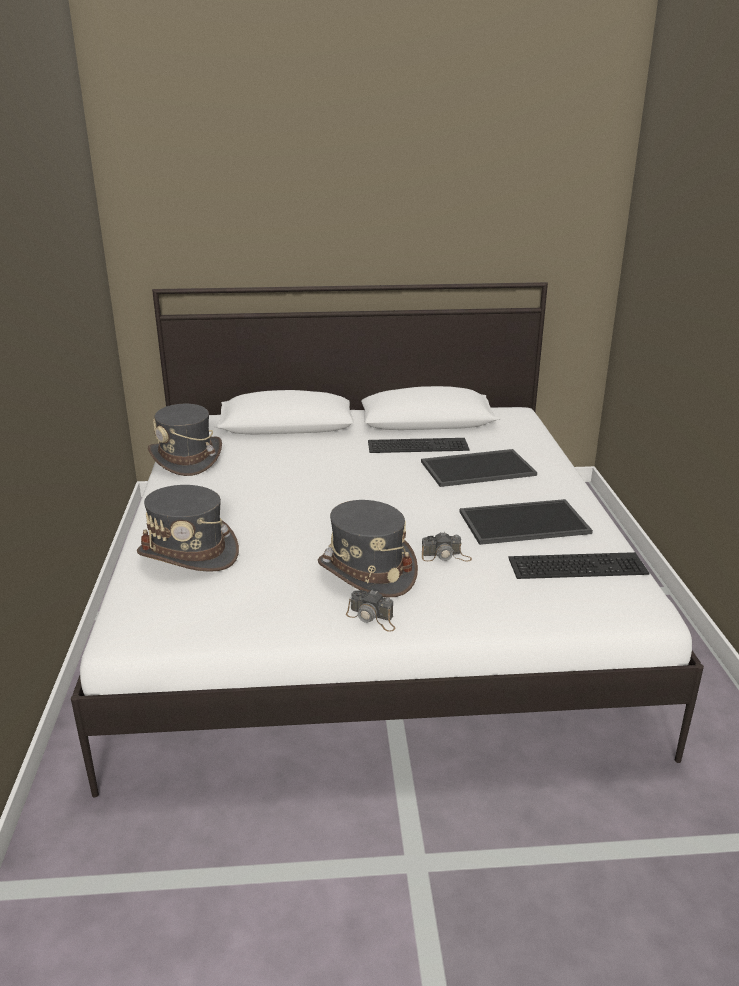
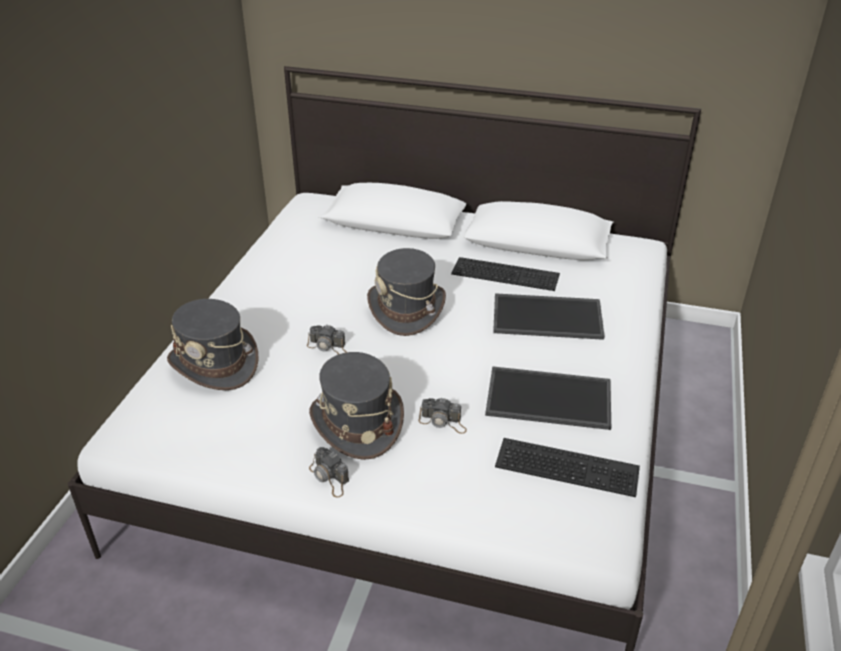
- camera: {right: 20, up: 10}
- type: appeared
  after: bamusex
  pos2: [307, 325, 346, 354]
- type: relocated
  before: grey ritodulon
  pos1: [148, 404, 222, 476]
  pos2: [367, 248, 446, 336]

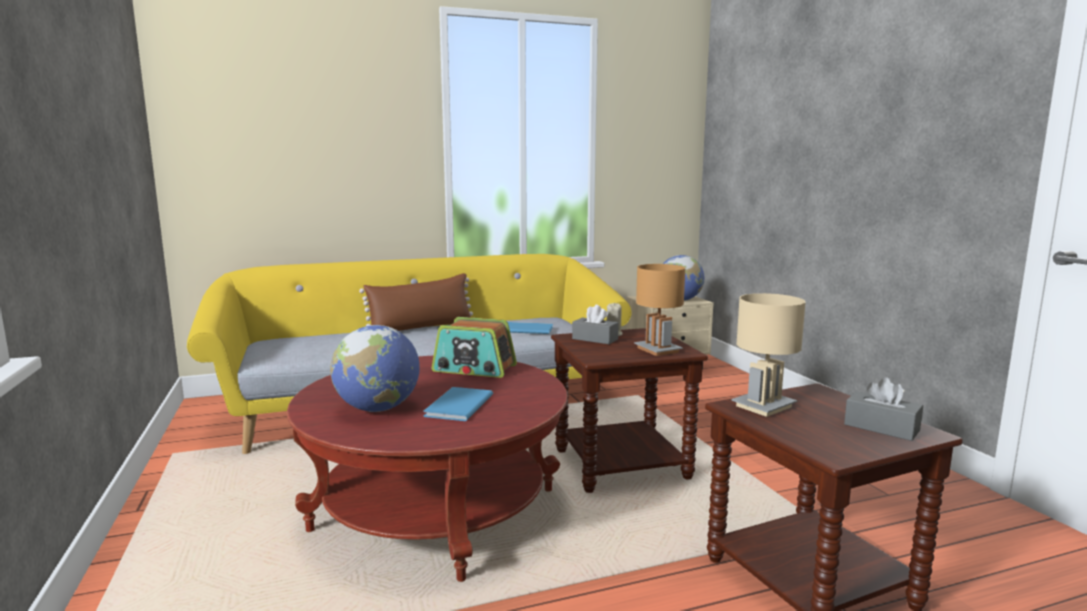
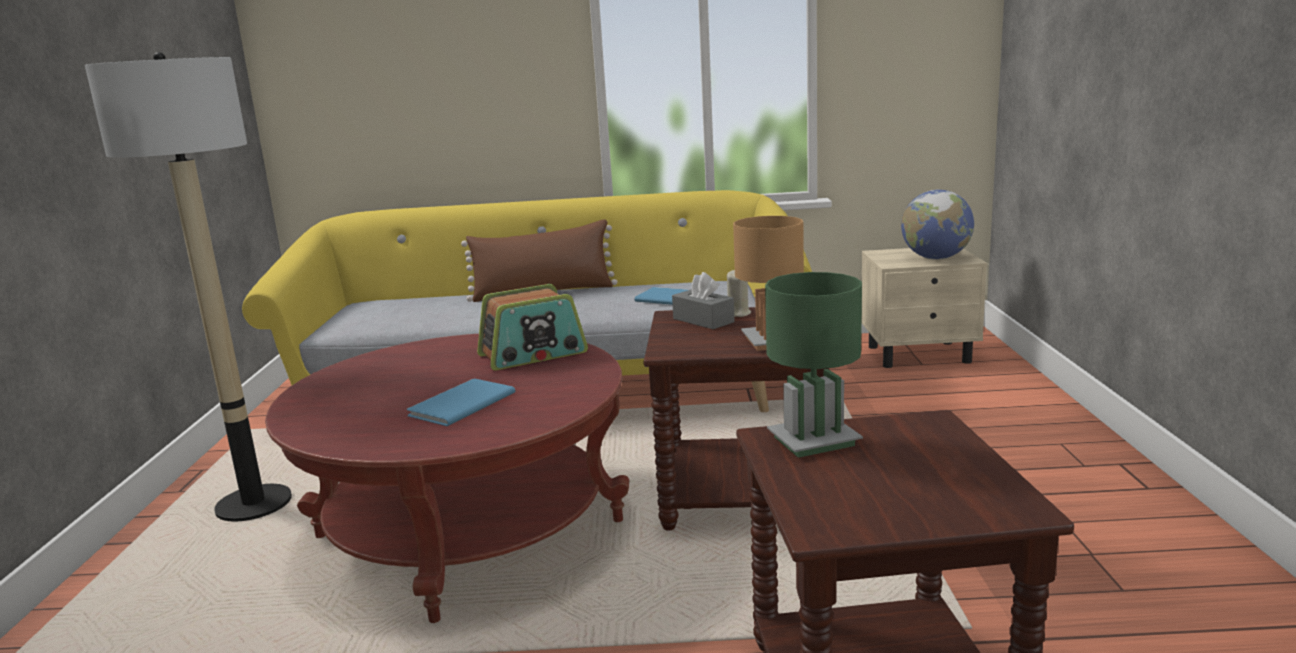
- camera: {right: 20, up: 5}
- type: appeared
  after: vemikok
  pos2: [85, 52, 292, 522]
- type: spun
  before: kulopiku
  pos1: [432, 317, 517, 378]
  pos2: [477, 284, 588, 370]
  turn: -60
- type: colour
  before: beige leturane
  after: green leturane
  pos1: [732, 293, 806, 417]
  pos2: [765, 272, 863, 458]
- type: missing
  before: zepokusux
  pos1: [330, 325, 420, 412]
- type: missing
  before: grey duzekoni
  pos1: [844, 377, 923, 441]

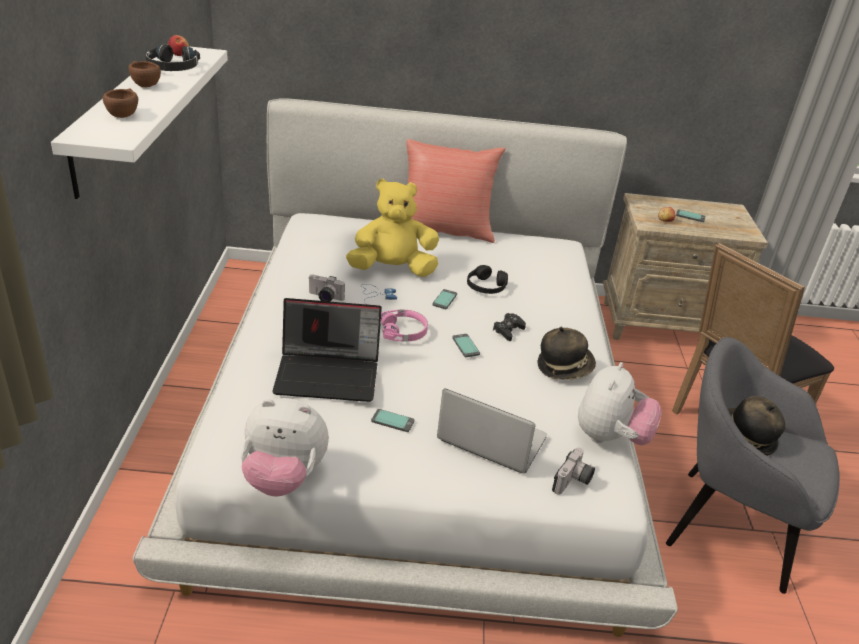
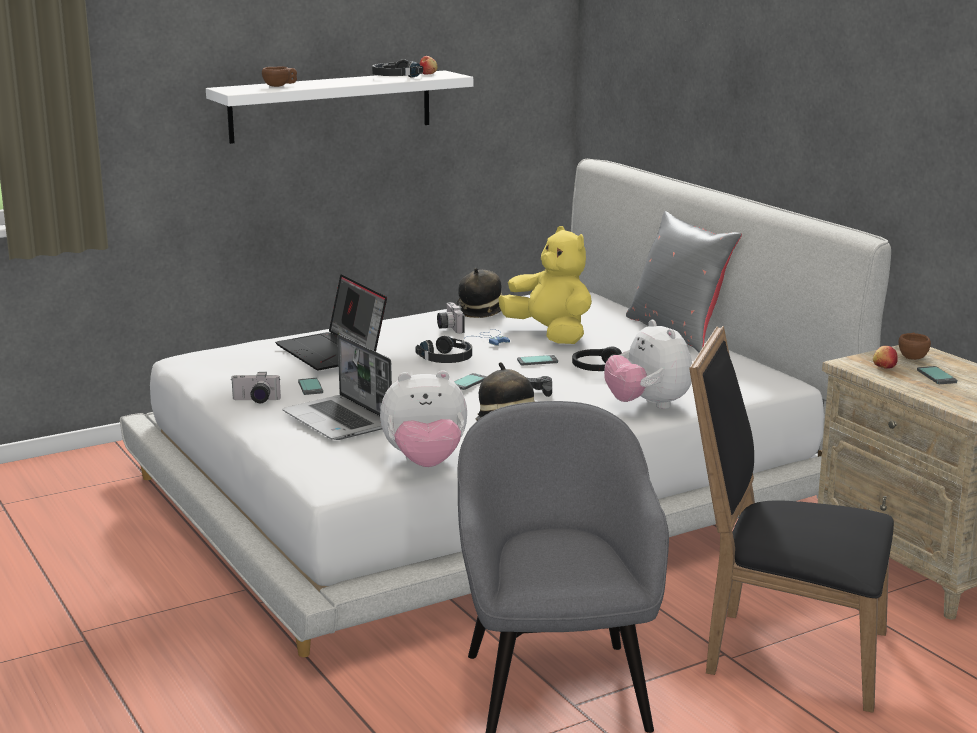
- camera: {right: 60, up: -15}
- type: relocated
  before: bamusex
  pos1: [552, 448, 595, 494]
  pos2: [230, 372, 281, 403]
- type: spun
  before: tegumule
  pos1: [437, 389, 547, 473]
  pos2: [282, 334, 392, 440]
  turn: 150
- type: colour
  before: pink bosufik
  after: black bosufik
  pos1: [381, 310, 428, 341]
  pos2: [415, 336, 472, 363]
- type: relocated
  before: ritodulon
  pos1: [728, 396, 785, 456]
  pos2: [456, 268, 502, 318]
- type: relocated
  before: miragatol
  pos1: [241, 398, 329, 497]
  pos2: [604, 320, 692, 409]
- type: colour
  before: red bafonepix
  after: grey bafonepix
  pos1: [406, 139, 506, 243]
  pos2: [626, 211, 742, 353]
- type: relocated
  before: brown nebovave
  pos1: [128, 61, 161, 87]
  pos2: [898, 332, 931, 360]

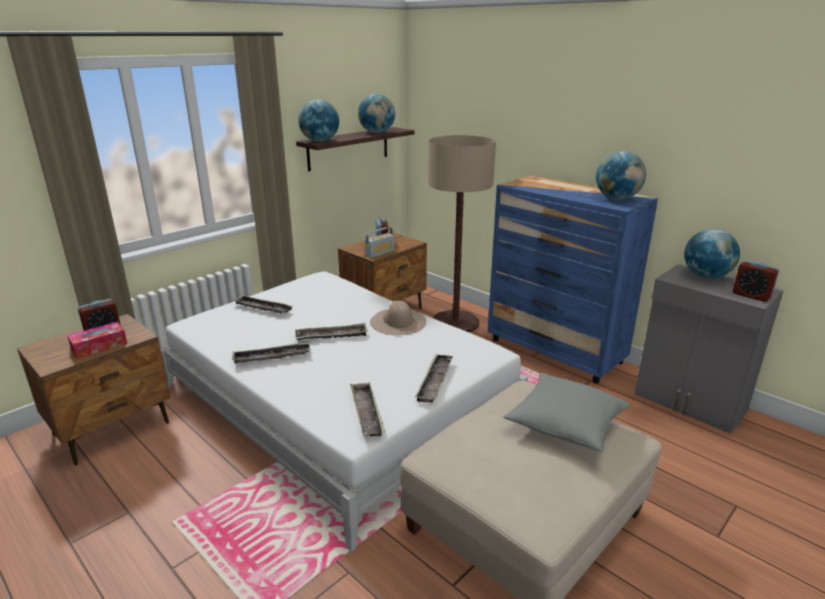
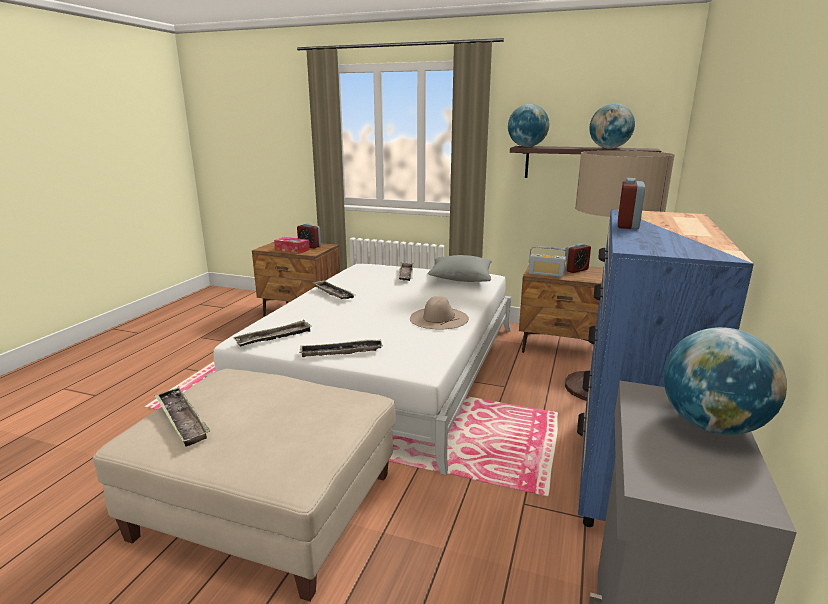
- camera: {right: 65, up: -5}
- type: relocated
  before: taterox
  pos1: [295, 323, 368, 340]
  pos2: [155, 387, 211, 447]
- type: relocated
  before: grey bafonepix
  pos1: [503, 373, 630, 453]
  pos2: [428, 255, 492, 282]
- type: relocated
  before: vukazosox
  pos1: [732, 261, 779, 302]
  pos2: [618, 178, 645, 229]
- type: missing
  before: zepokusux
  pos1: [596, 151, 646, 200]

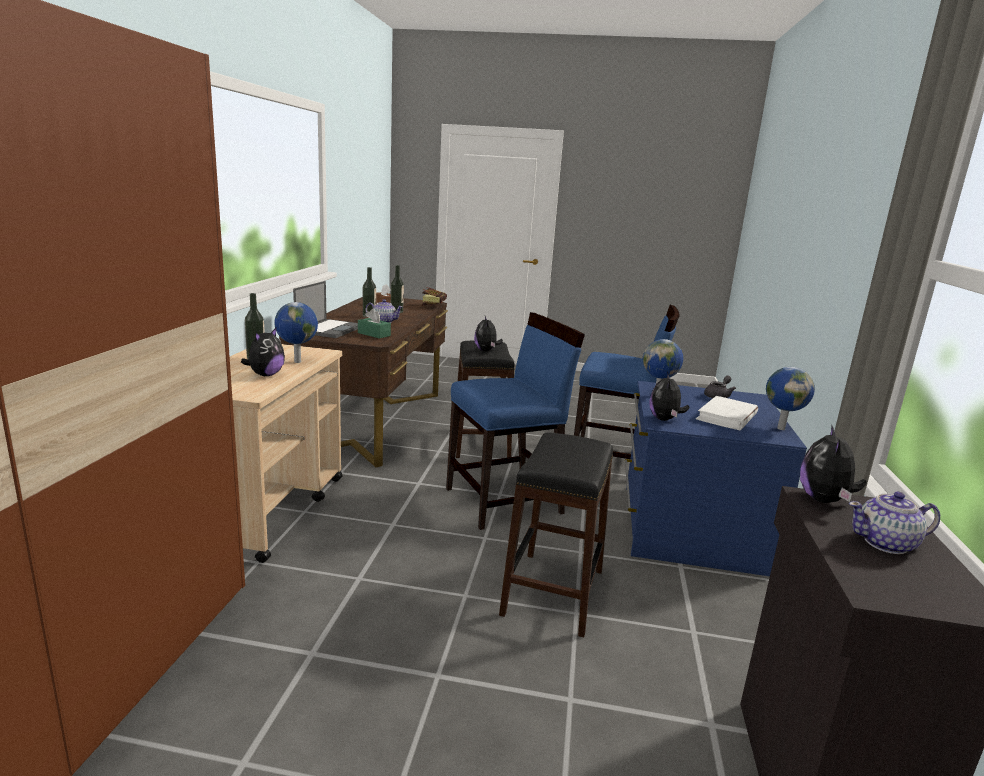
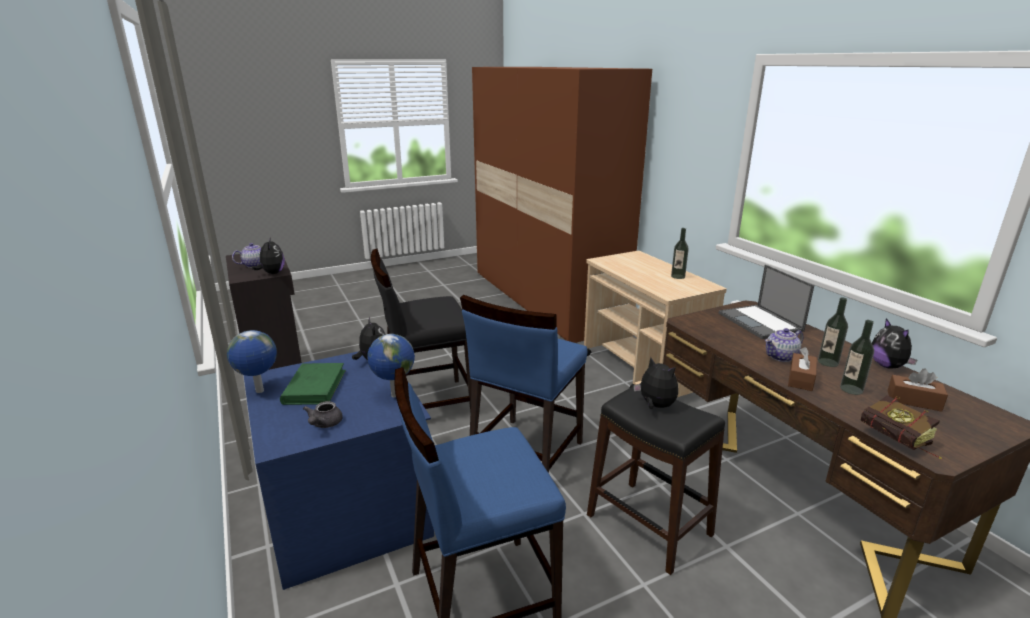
- camera: {right: 145, up: 5}
- type: colour
  before: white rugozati
  after: green rugozati
  pos1: [696, 396, 758, 430]
  pos2: [280, 363, 346, 405]
- type: exchanged
  before: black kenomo
  after: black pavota
  pos1: [499, 432, 613, 638]
  pos2: [371, 249, 472, 412]
- type: appeared
  after: brown duzekoni
  pos2: [788, 347, 817, 391]
- type: relocated
  before: miragatol
  pos1: [241, 328, 285, 376]
  pos2: [872, 318, 918, 369]
- type: missing
  before: zepokusux
  pos1: [274, 302, 318, 363]
- type: missing
  before: green duzekoni
  pos1: [358, 309, 391, 339]

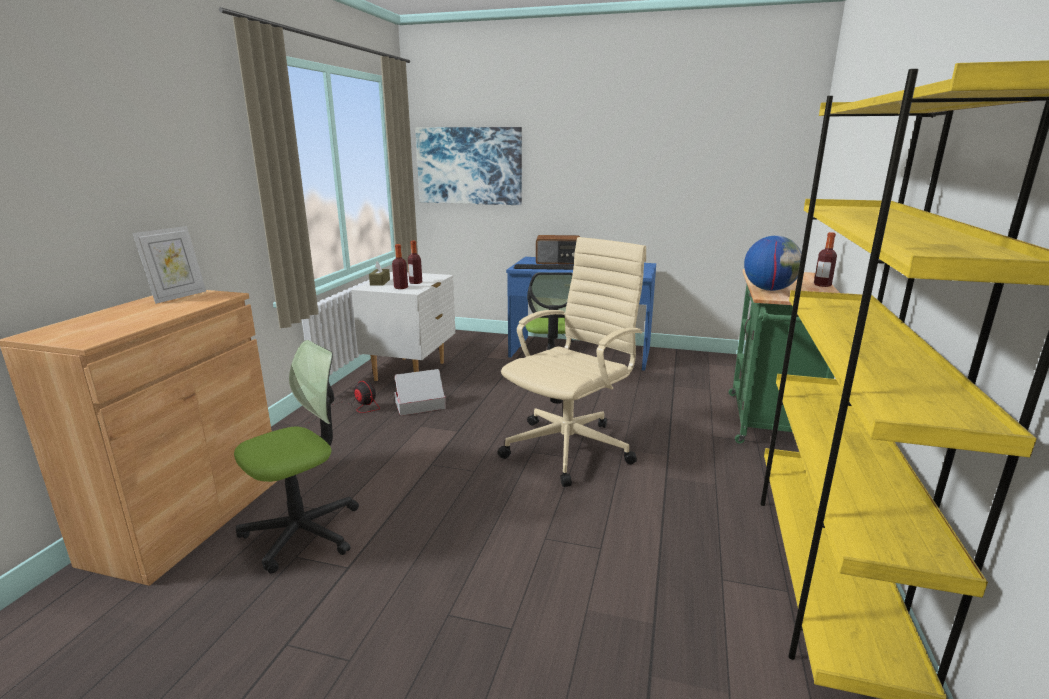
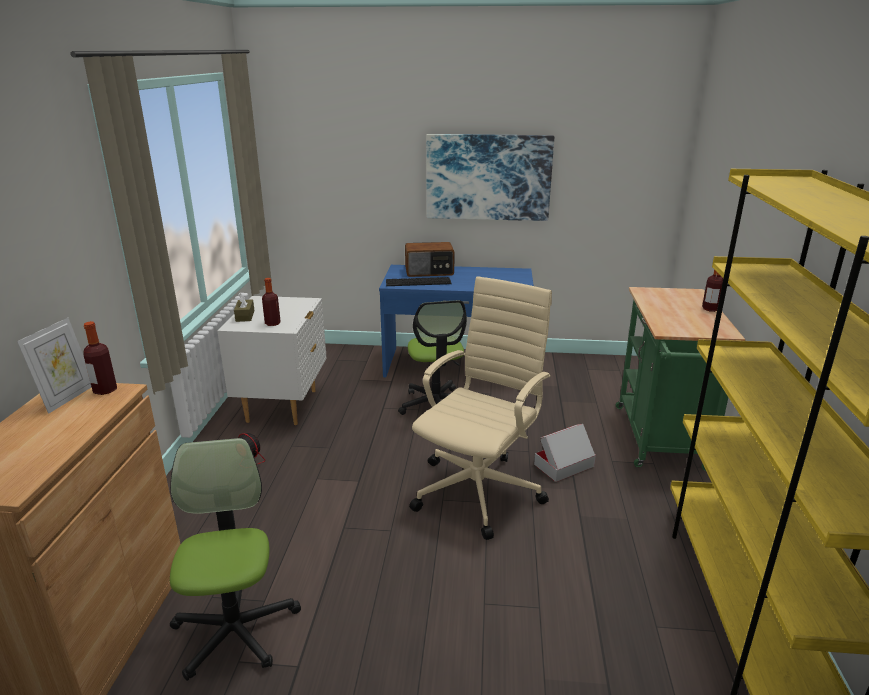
- camera: {right: -10, up: 5}
- type: relocated
  before: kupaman
  pos1: [408, 241, 422, 284]
  pos2: [84, 321, 117, 395]
- type: spun
  before: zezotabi
  pos1: [234, 340, 359, 573]
  pos2: [170, 438, 301, 681]
  turn: -45
- type: relocated
  before: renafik
  pos1: [415, 127, 522, 205]
  pos2: [426, 134, 554, 221]
- type: relocated
  before: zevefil
  pos1: [395, 369, 446, 416]
  pos2: [534, 424, 596, 482]
- type: missing
  before: zepokusux
  pos1: [744, 236, 802, 291]

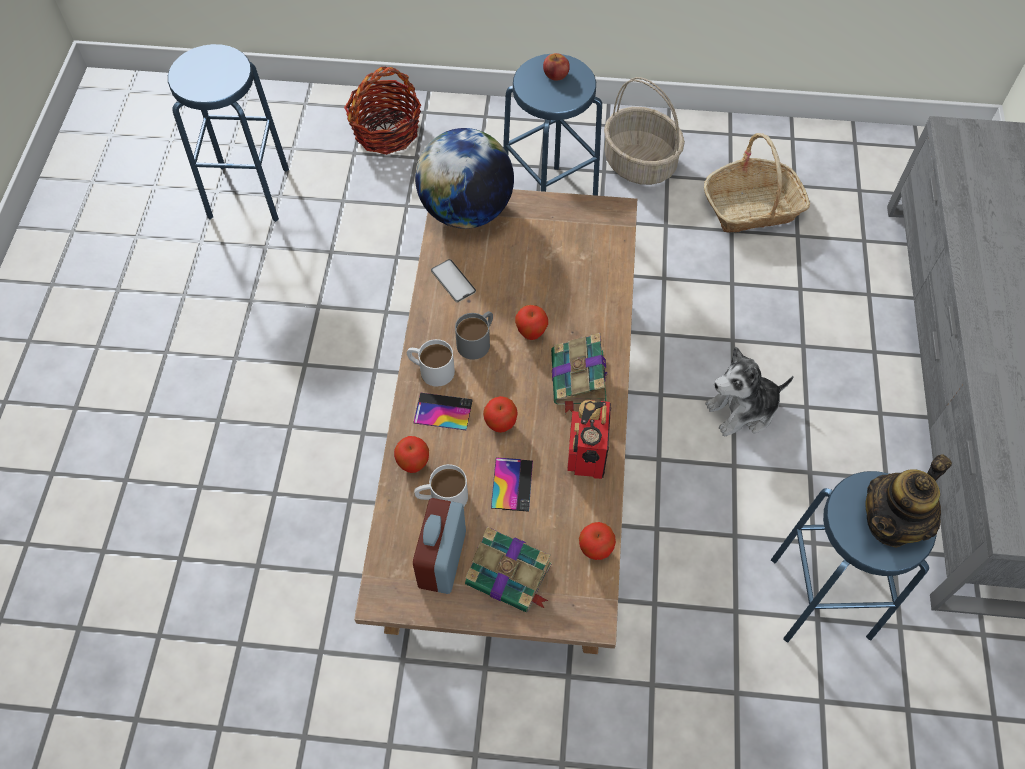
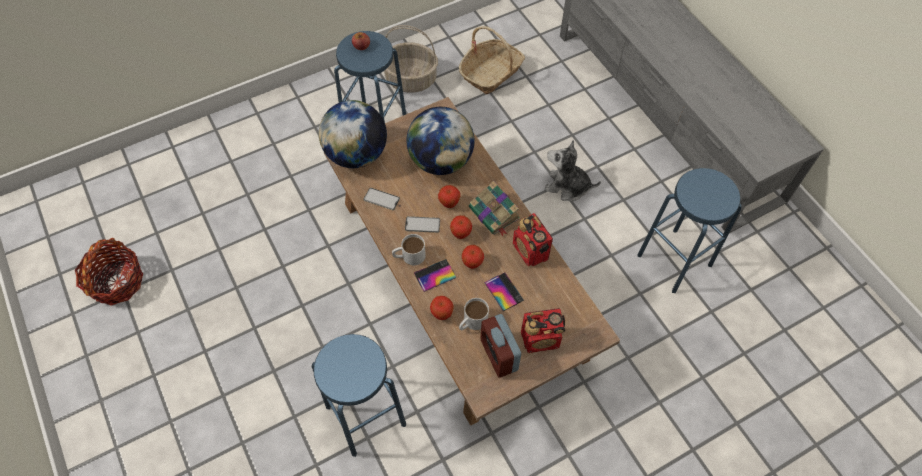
- camera: {right: -35, up: 0}
- type: relocated
  before: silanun
  pos1: [344, 67, 421, 155]
  pos2: [75, 238, 143, 306]
- type: relocated
  before: blue kenomo
  pos1: [168, 44, 289, 222]
  pos2: [312, 334, 406, 457]
- type: exchanged
  before: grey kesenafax
  after: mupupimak
  pos1: [455, 311, 493, 360]
  pos2: [405, 216, 440, 233]
- type: appeared
  after: zepokusux
  pos2: [407, 107, 475, 175]
- type: relocated
  before: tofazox
  pos1: [579, 522, 616, 560]
  pos2: [450, 215, 472, 239]
- type: exchanged
  before: rugozati
  after: kulopiku
  pos1: [465, 526, 552, 612]
  pos2: [521, 308, 565, 353]
- type: spun
  before: miragatol
  pos1: [705, 347, 794, 437]
  pos2: [544, 140, 601, 201]
  turn: 75
- type: missing
  before: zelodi
  pos1: [865, 454, 952, 548]

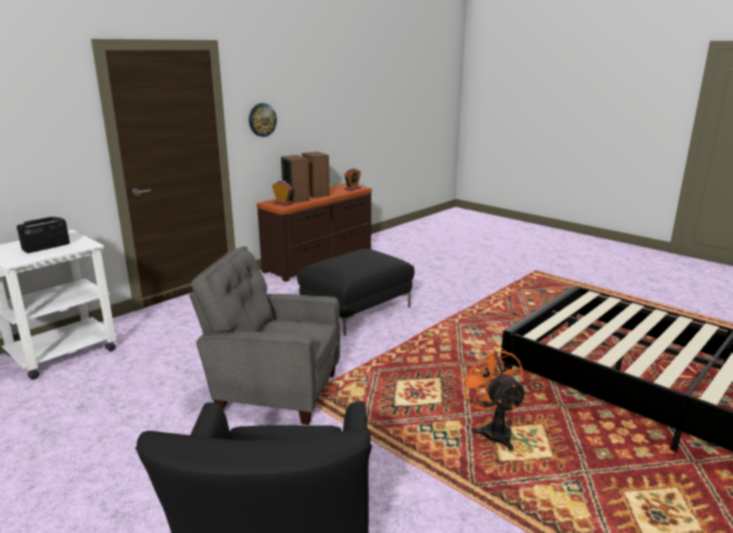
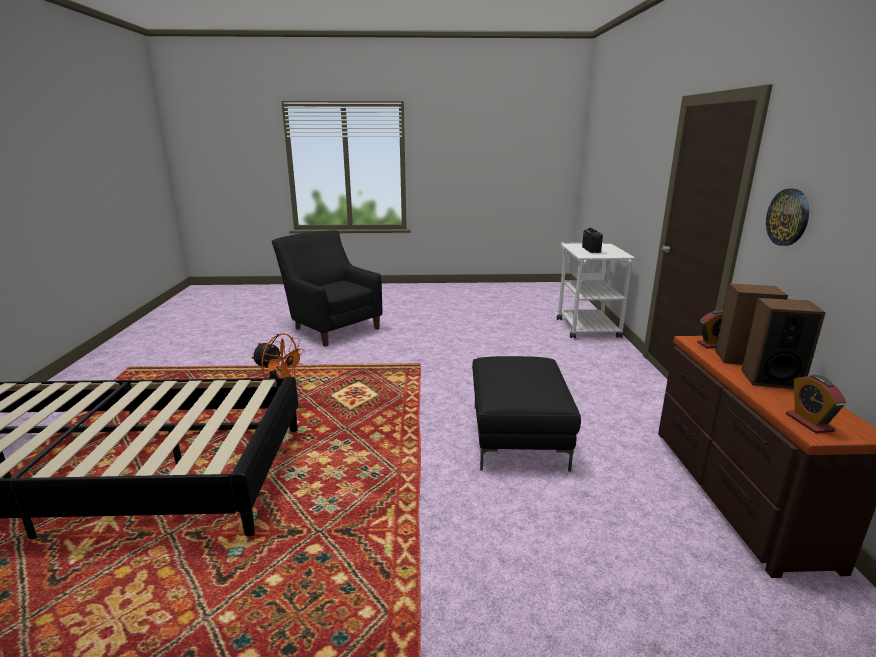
- camera: {right: 135, up: 0}
- type: missing
  before: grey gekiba
  pos1: [189, 246, 340, 425]

